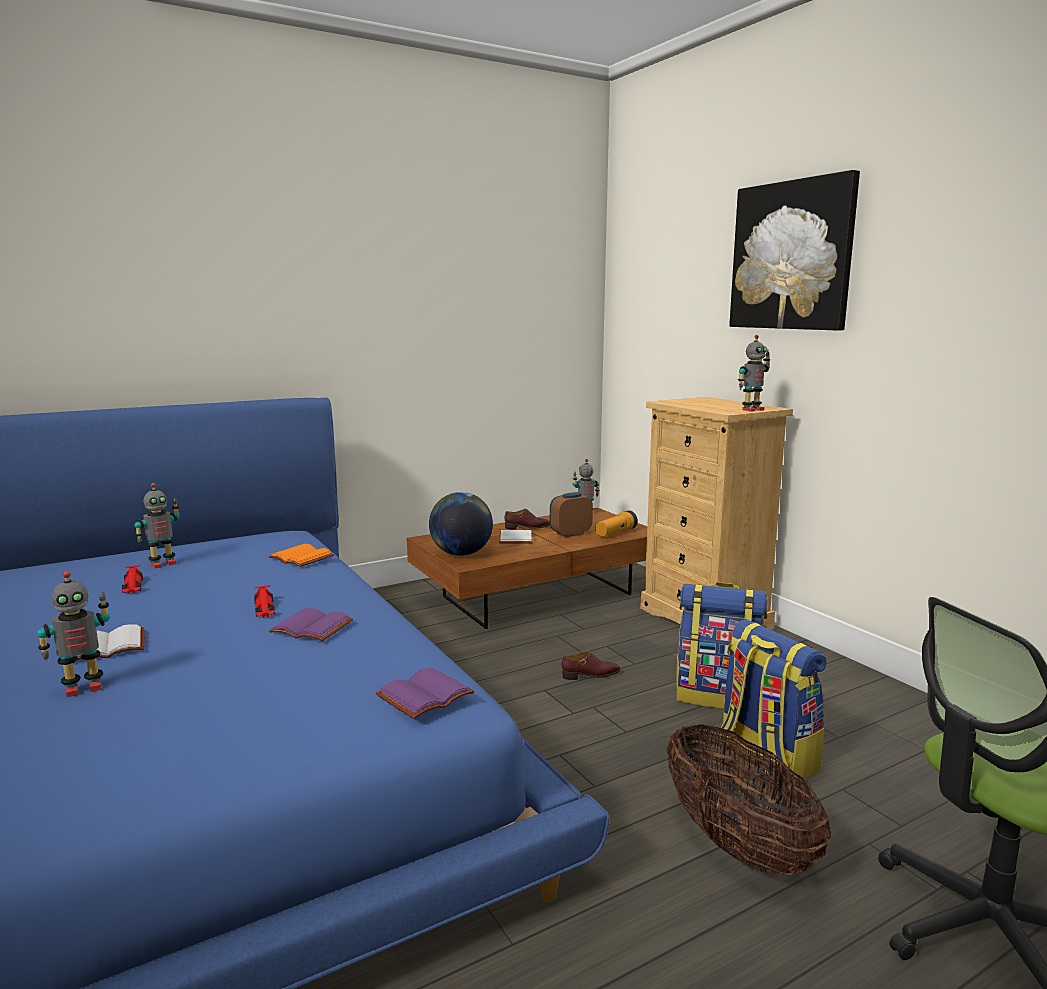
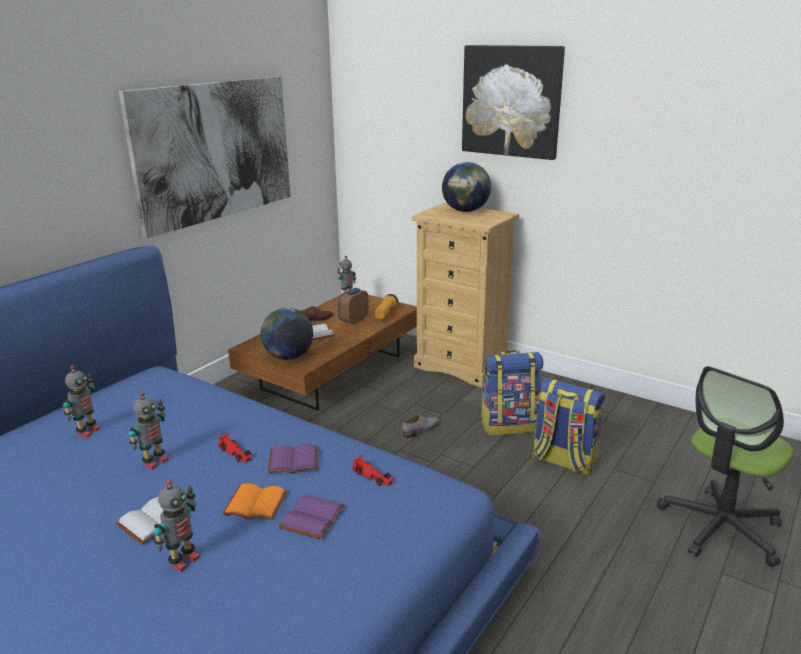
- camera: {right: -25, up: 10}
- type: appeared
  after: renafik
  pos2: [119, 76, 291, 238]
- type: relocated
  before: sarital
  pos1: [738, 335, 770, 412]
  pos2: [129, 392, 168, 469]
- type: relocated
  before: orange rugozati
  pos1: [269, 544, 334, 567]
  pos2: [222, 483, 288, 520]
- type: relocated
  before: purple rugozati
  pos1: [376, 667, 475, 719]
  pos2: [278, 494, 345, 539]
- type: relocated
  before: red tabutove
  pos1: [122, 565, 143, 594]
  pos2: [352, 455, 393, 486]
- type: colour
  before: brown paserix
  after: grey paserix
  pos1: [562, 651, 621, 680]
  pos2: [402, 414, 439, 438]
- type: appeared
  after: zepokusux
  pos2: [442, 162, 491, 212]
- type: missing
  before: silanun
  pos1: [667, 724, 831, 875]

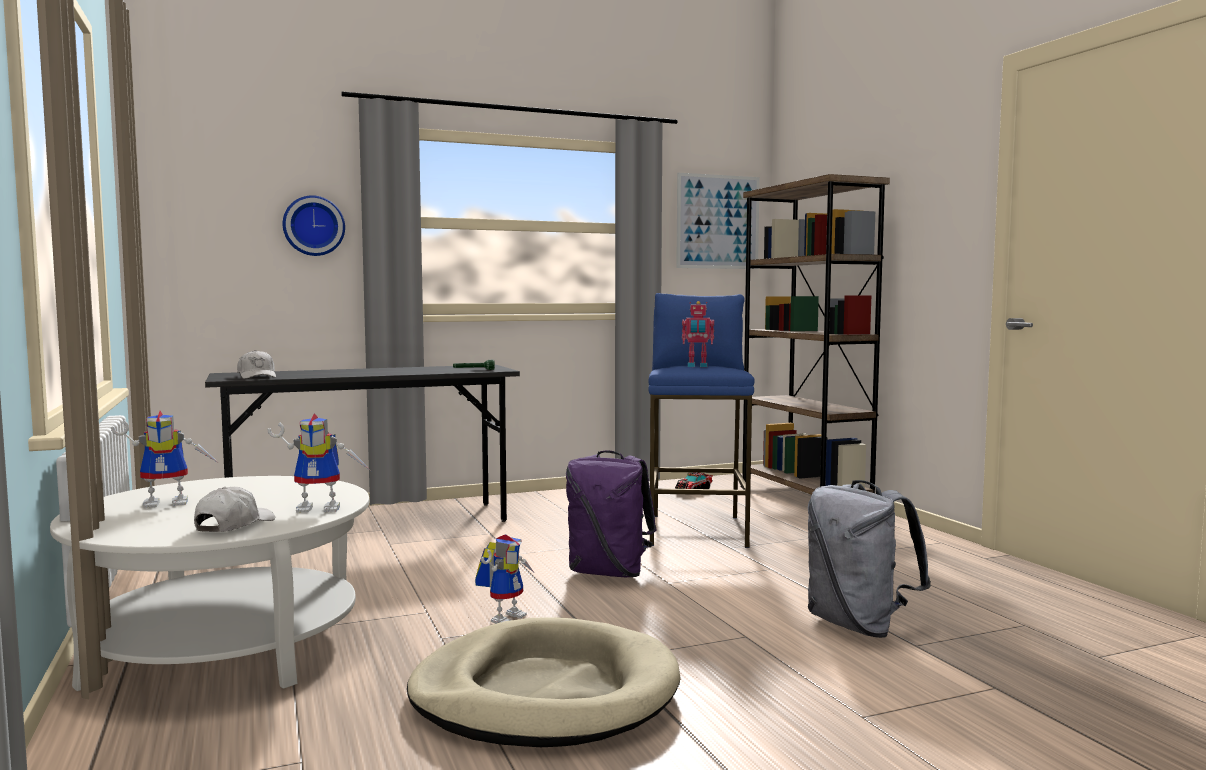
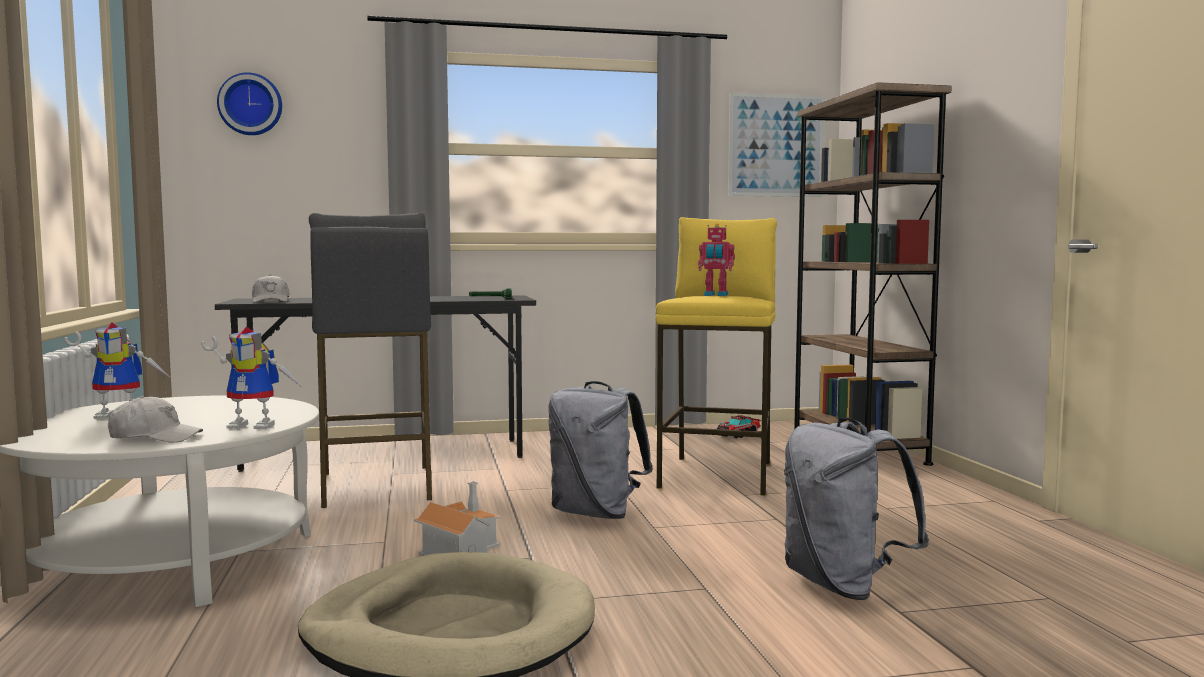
- camera: {right: 10, up: 0}
- type: spun
  before: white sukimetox
  pos1: [194, 487, 275, 532]
  pos2: [108, 396, 203, 443]
  turn: 60
- type: relocated
  before: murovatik
  pos1: [283, 195, 345, 256]
  pos2: [217, 72, 282, 135]
- type: appeared
  after: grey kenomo
  pos2: [309, 213, 432, 508]
- type: exchanged
  before: sarital
  after: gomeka
  pos1: [475, 535, 534, 624]
  pos2: [414, 481, 501, 556]
- type: colour
  before: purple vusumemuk
  after: grey vusumemuk
  pos1: [566, 450, 656, 577]
  pos2: [548, 381, 653, 519]
- type: colour
  before: blue kenomo
  after: yellow kenomo
  pos1: [648, 293, 755, 548]
  pos2: [655, 217, 777, 496]

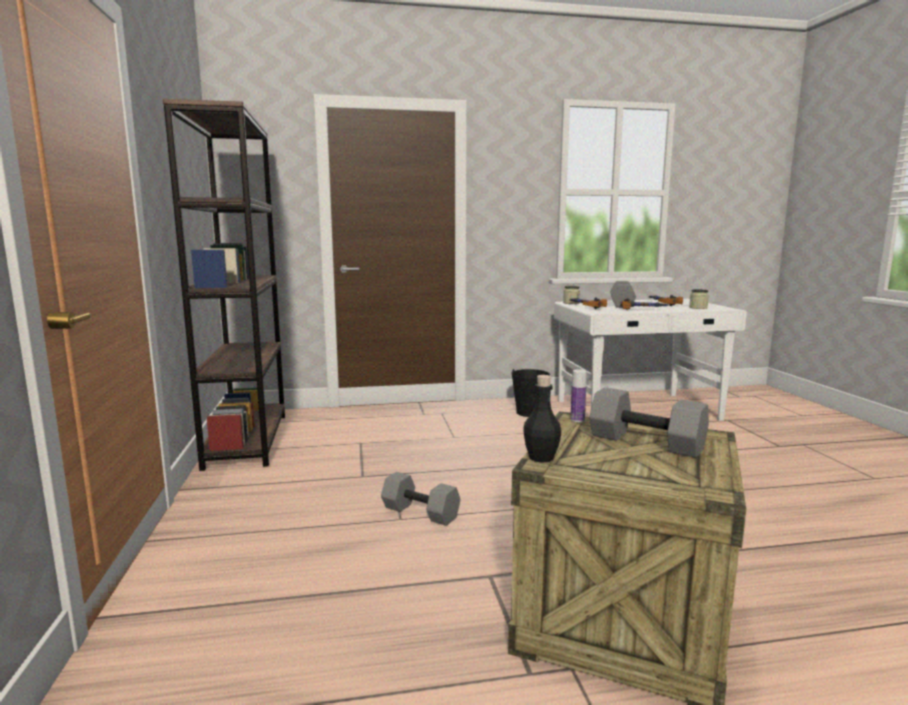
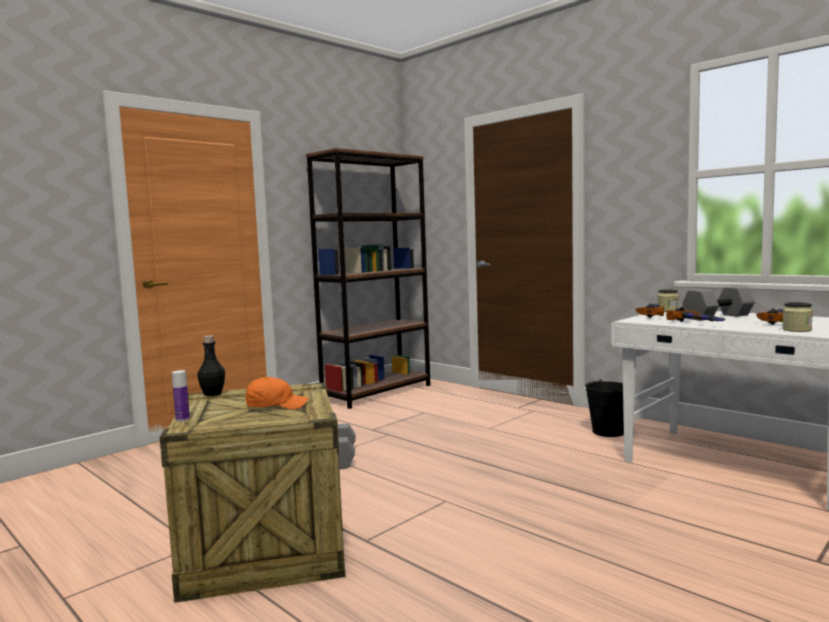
- camera: {right: 55, up: -5}
- type: relocated
  before: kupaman
  pos1: [570, 369, 587, 422]
  pos2: [172, 370, 190, 421]
- type: exchanged
  before: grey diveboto
  after: orange sukimetox
  pos1: [589, 387, 709, 458]
  pos2: [245, 377, 308, 409]

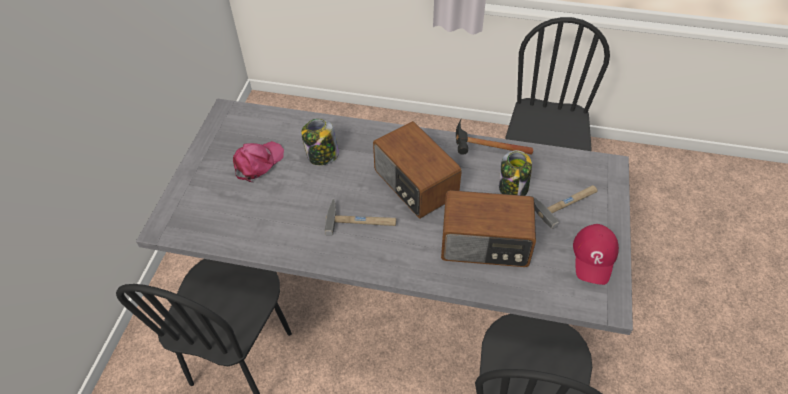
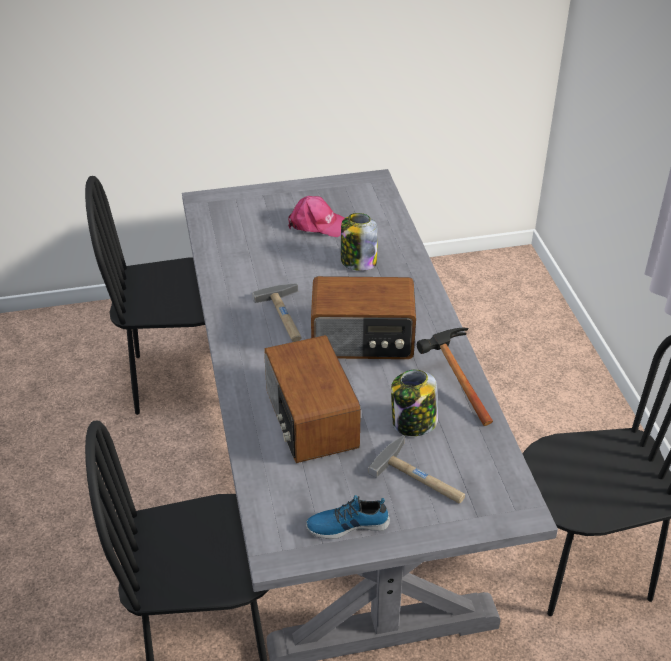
- camera: {right: 65, up: -10}
- type: exchanged
  before: red sukimetox
  after: paserix
  pos1: [573, 224, 619, 285]
  pos2: [306, 495, 390, 539]
- type: spun
  before: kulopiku
  pos1: [373, 121, 462, 218]
  pos2: [311, 276, 416, 359]
  turn: -120

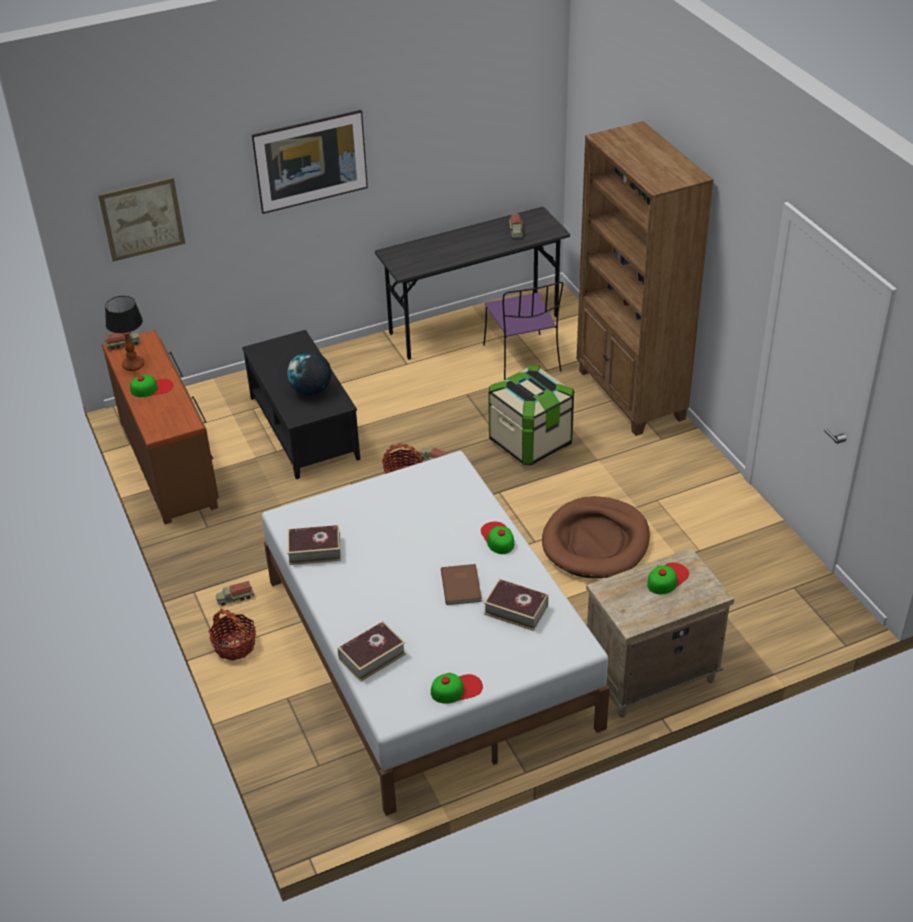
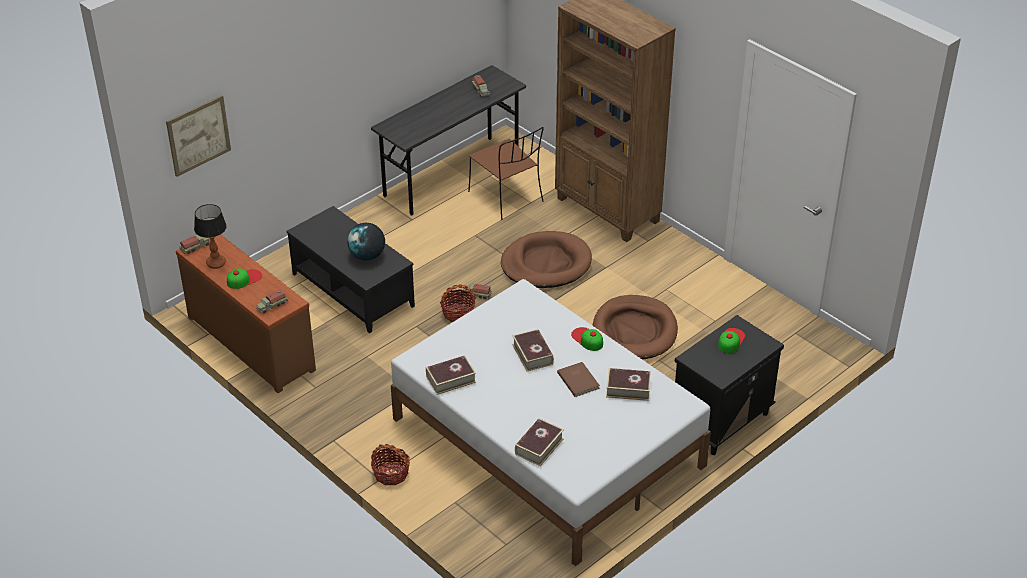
- camera: {right: -20, up: 0}
- type: relocated
  before: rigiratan
  pos1: [216, 581, 254, 606]
  pos2: [256, 289, 288, 313]
- type: colour
  before: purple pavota
  after: brown pavota
  pos1: [483, 282, 563, 380]
  pos2: [468, 127, 544, 220]
- type: exchanged
  before: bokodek
  after: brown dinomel
  pos1: [489, 365, 574, 465]
  pos2: [501, 231, 592, 288]
- type: appeared
  after: rugozati
  pos2: [512, 329, 554, 371]
- type: colour
  before: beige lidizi
  after: black lidizi
  pos1: [586, 548, 734, 718]
  pos2: [675, 315, 784, 455]
- type: missing
  before: renafik
  pos1: [252, 110, 368, 214]
- type: missing
  before: sukimetox
  pos1: [431, 673, 483, 704]

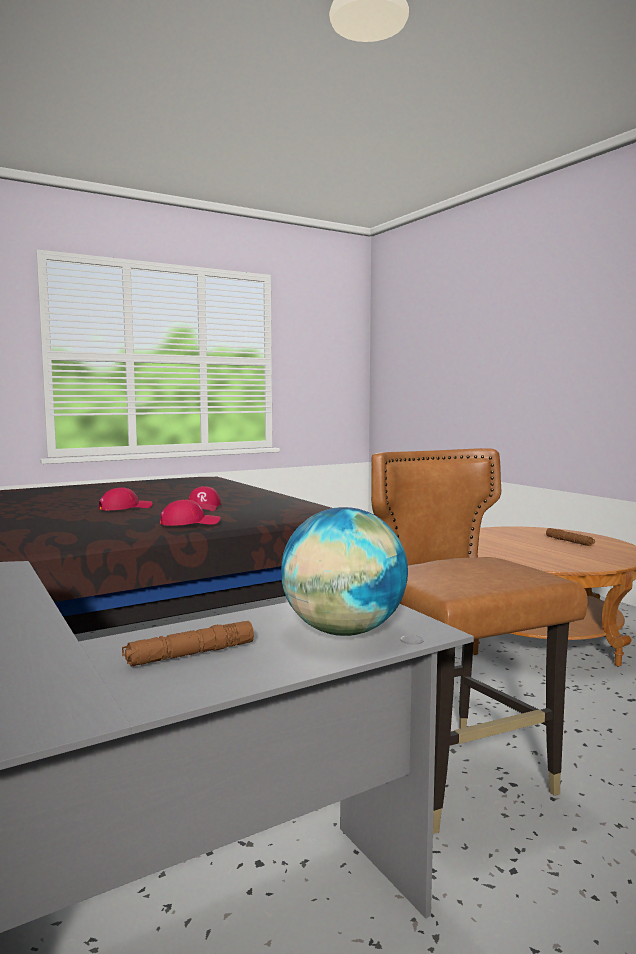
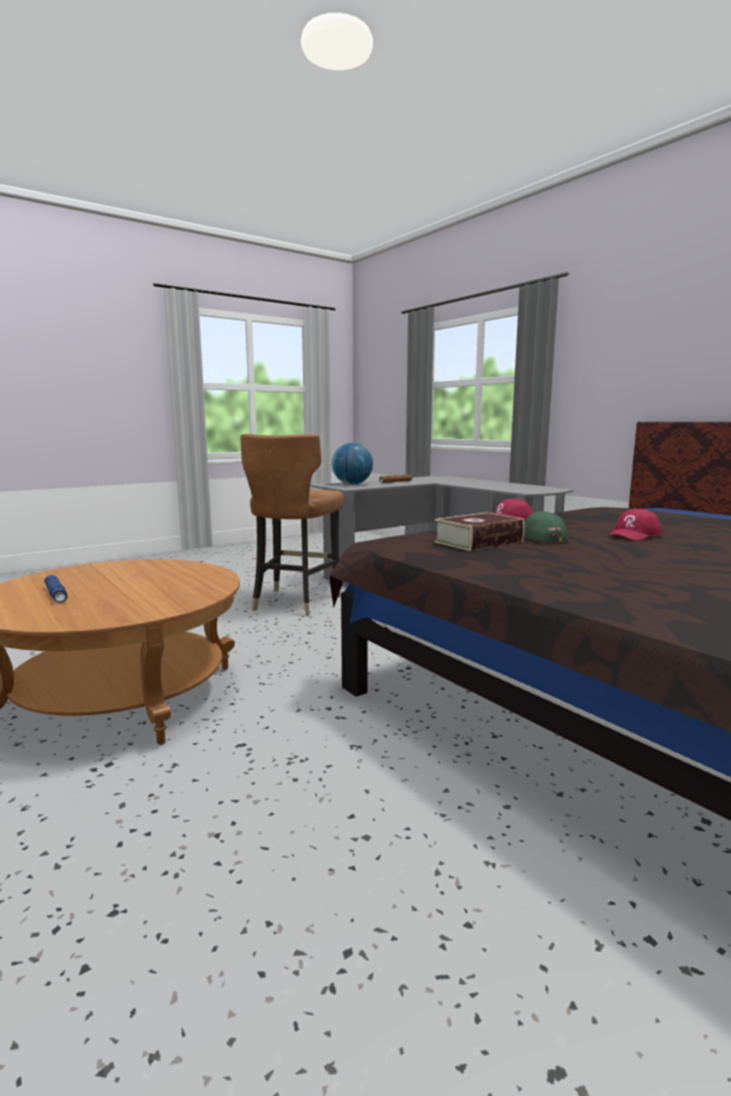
- camera: {right: 175, up: 5}
- type: colour
  before: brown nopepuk
  after: blue nopepuk
  pos1: [546, 528, 595, 546]
  pos2: [44, 575, 68, 603]
- type: spun
  before: brown pavota
  pos1: [371, 448, 588, 834]
  pos2: [240, 434, 344, 616]
  turn: 45
- type: appeared
  after: rugozati
  pos2: [434, 513, 525, 551]
- type: colour
  before: red sukimetox
  after: green sukimetox
  pos1: [188, 486, 221, 511]
  pos2: [524, 511, 568, 542]

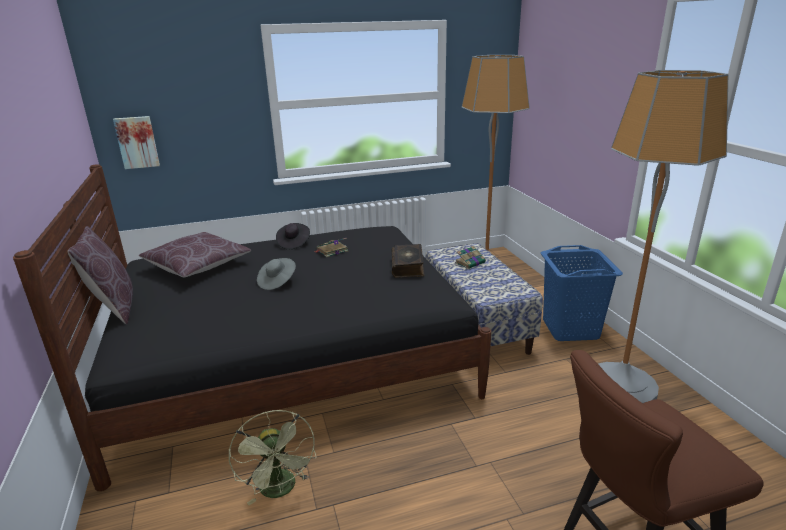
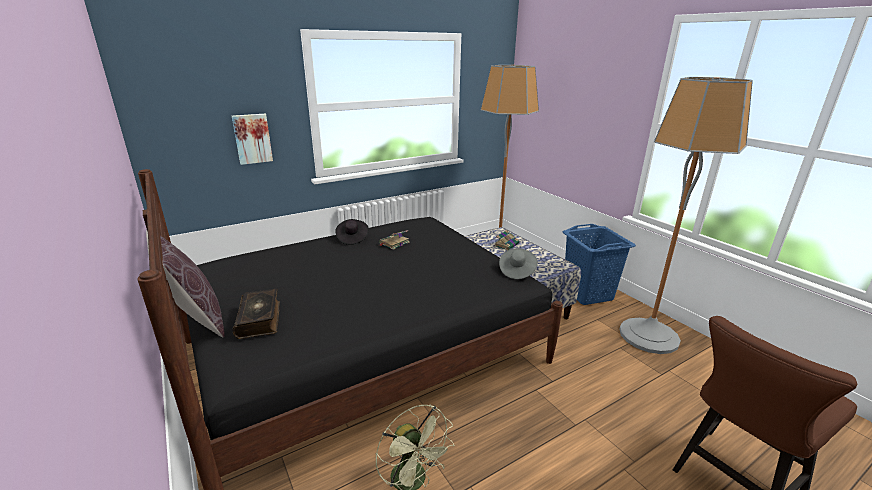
- camera: {right: -15, up: 0}
- type: relocated
  before: renafik
  pos1: [113, 116, 160, 169]
  pos2: [232, 114, 273, 165]
- type: relocated
  before: rugozati
  pos1: [391, 244, 425, 278]
  pos2: [232, 289, 280, 339]
- type: relocated
  before: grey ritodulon
  pos1: [257, 258, 296, 290]
  pos2: [499, 248, 538, 279]
- type: missing
  before: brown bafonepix
  pos1: [139, 232, 251, 277]

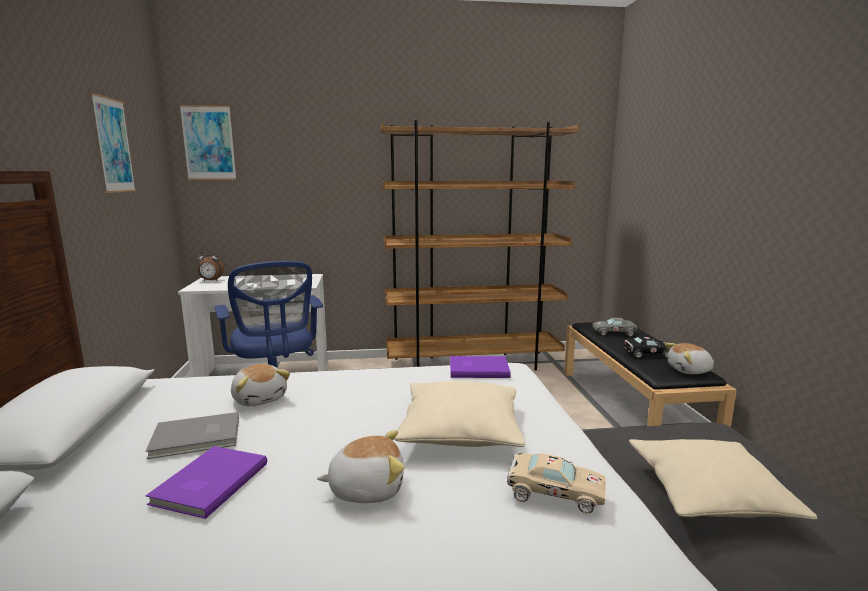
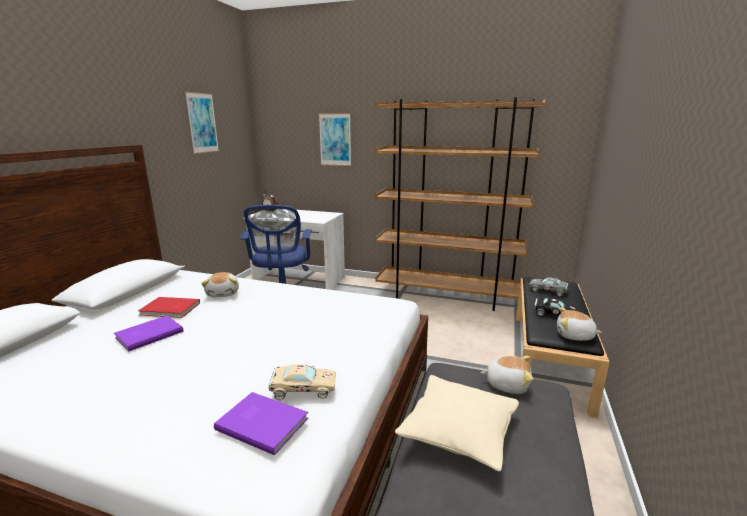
- camera: {right: 25, up: 5}
- type: colour
  before: grey rugozati
  after: red rugozati
  pos1: [146, 412, 239, 459]
  pos2: [138, 297, 200, 318]
- type: relocated
  before: purple rugozati
  pos1: [450, 356, 511, 378]
  pos2: [214, 392, 309, 455]
- type: spun
  before: beige tabutove
  pos1: [507, 453, 605, 514]
  pos2: [269, 365, 336, 401]
  turn: -45
- type: relocated
  before: renafik
  pos1: [180, 105, 237, 180]
  pos2: [319, 113, 351, 166]
- type: relocated
  before: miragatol
  pos1: [317, 430, 404, 503]
  pos2: [480, 356, 533, 394]
- type: missing
  before: beige bafonepix
  pos1: [394, 381, 525, 447]

